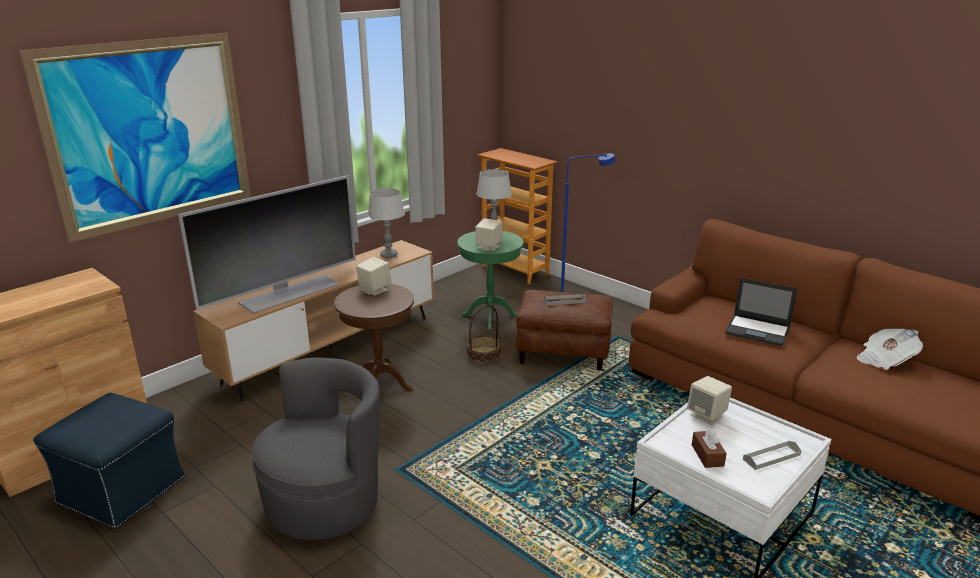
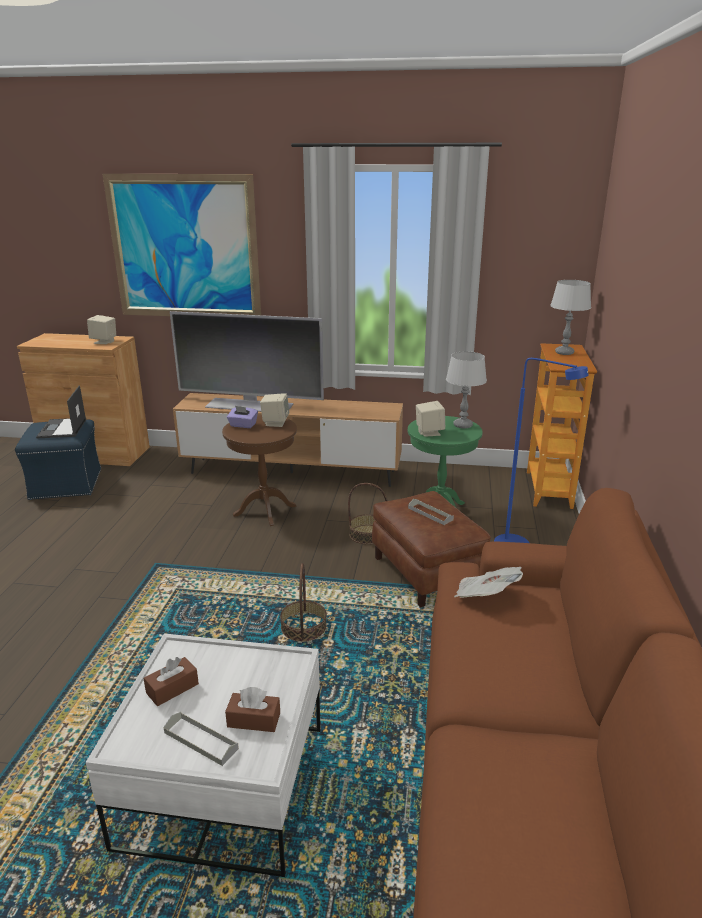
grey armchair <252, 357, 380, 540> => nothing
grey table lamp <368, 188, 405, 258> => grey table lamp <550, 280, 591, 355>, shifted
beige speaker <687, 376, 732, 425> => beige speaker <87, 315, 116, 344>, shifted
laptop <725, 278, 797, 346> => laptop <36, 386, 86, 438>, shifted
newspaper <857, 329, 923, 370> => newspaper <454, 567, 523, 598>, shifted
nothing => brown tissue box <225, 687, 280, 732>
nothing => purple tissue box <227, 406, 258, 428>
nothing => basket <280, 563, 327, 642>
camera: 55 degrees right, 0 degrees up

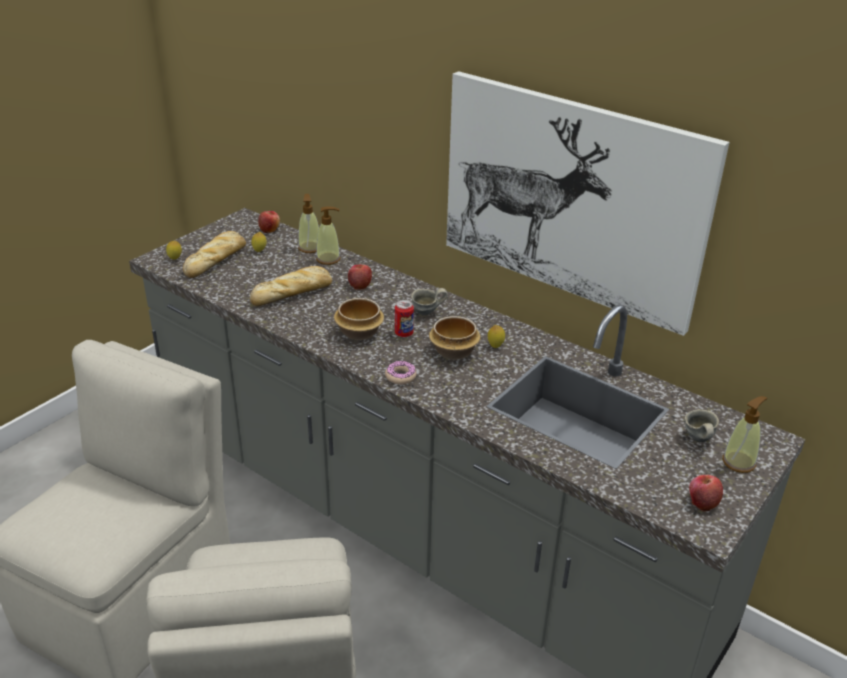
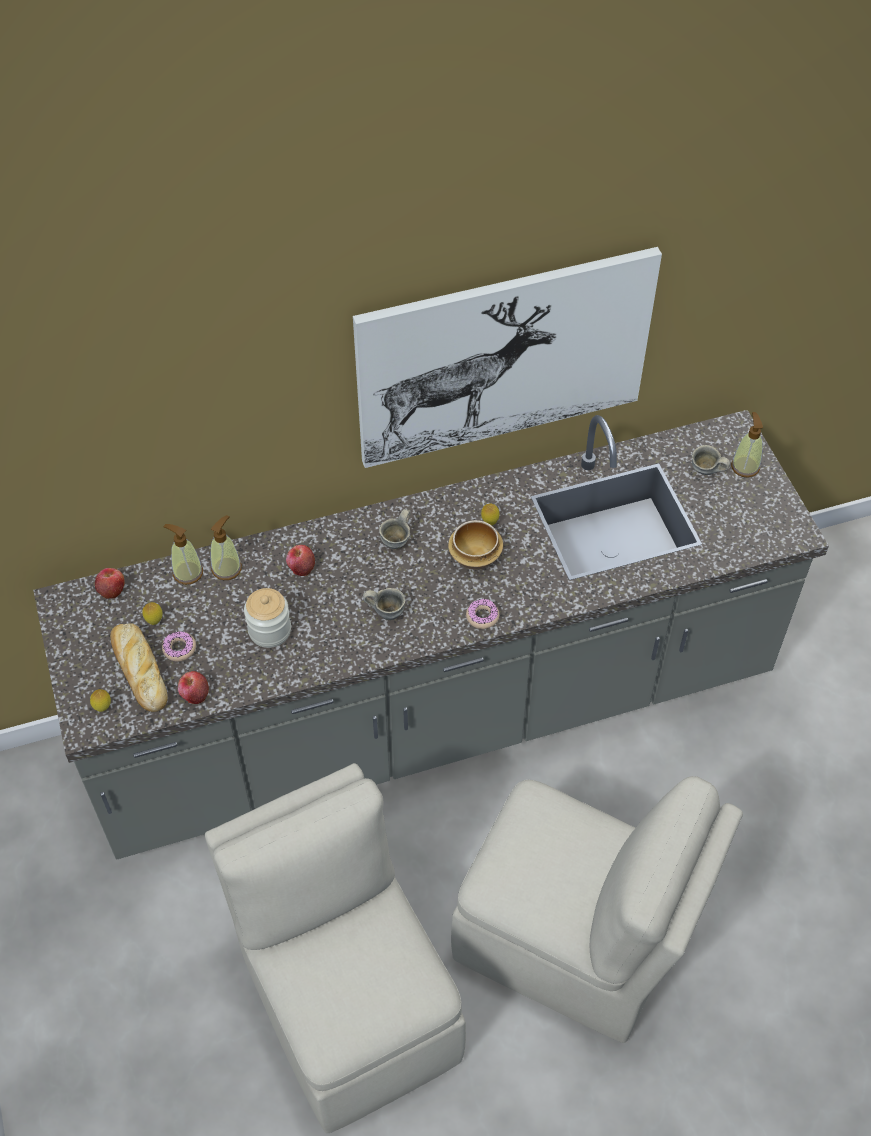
bread <250, 266, 332, 306> => jar <244, 588, 291, 648>
bowl <334, 298, 384, 340> => grey mug <363, 588, 405, 620>
can <395, 300, 414, 337> => nothing
apple <689, 475, 723, 511> => apple <178, 671, 209, 704>, shifted
nothing => donut <162, 631, 196, 662>
camera: 55 degrees left, 20 degrees up

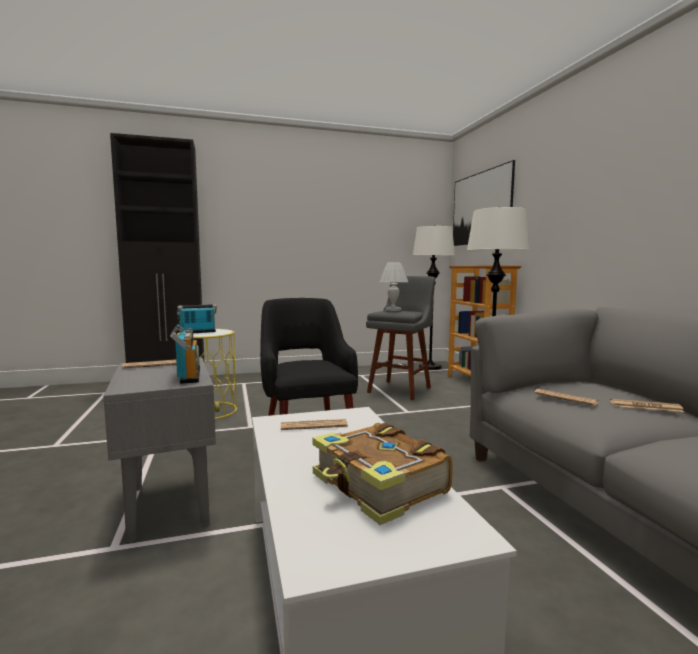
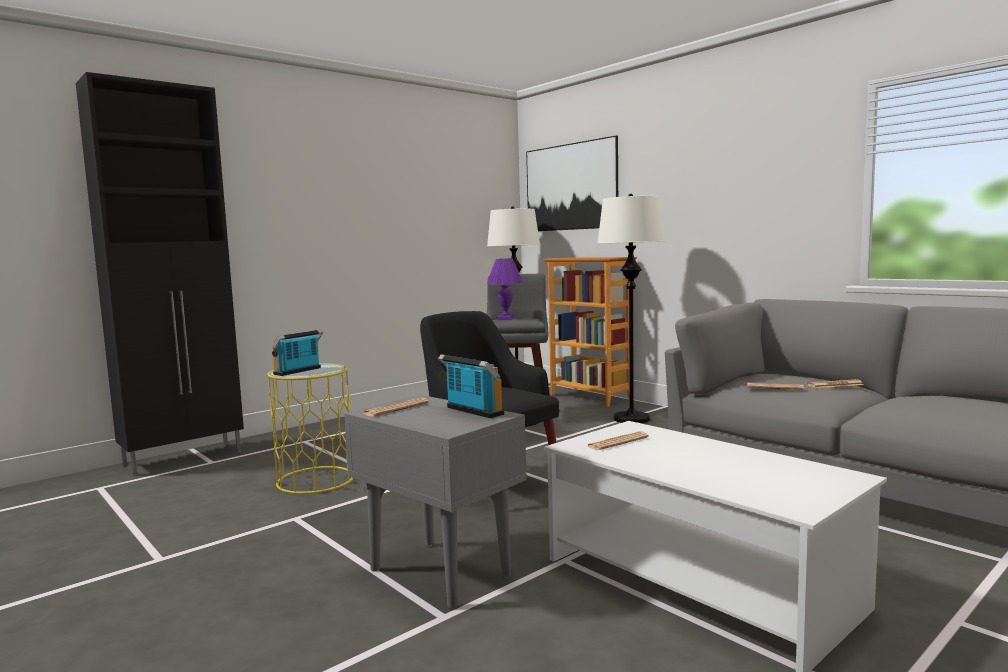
book <312, 423, 453, 525> => nothing
white table lamp <379, 262, 408, 311> => purple table lamp <487, 259, 523, 320>
camera: 25 degrees left, 0 degrees up

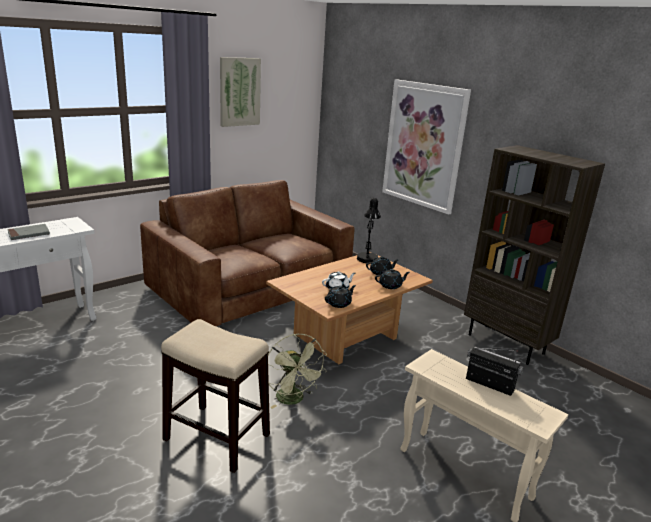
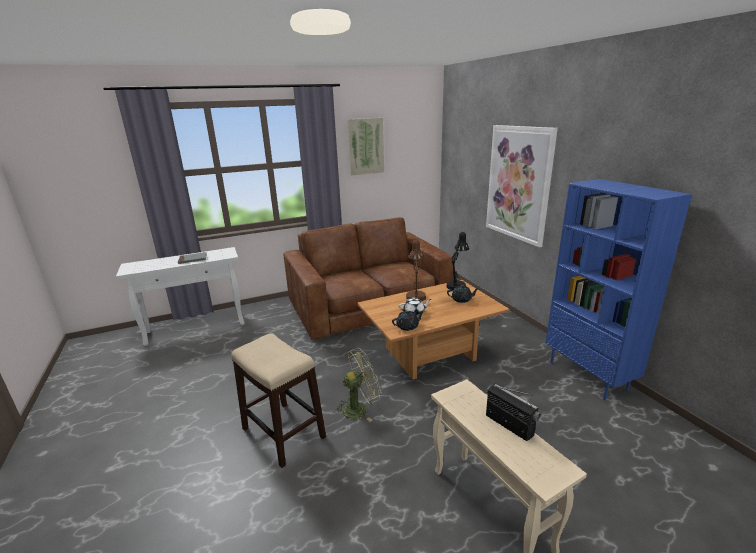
green fan <268, 334, 327, 409> => green fan <334, 348, 381, 422>, 105 degrees counterclockwise
black teapot <375, 269, 410, 289> => nothing
brown bookcase <464, 145, 605, 365> => blue bookcase <545, 179, 692, 400>
nothing => brown table lamp <406, 240, 426, 301>
camera: 20 degrees right, 0 degrees up

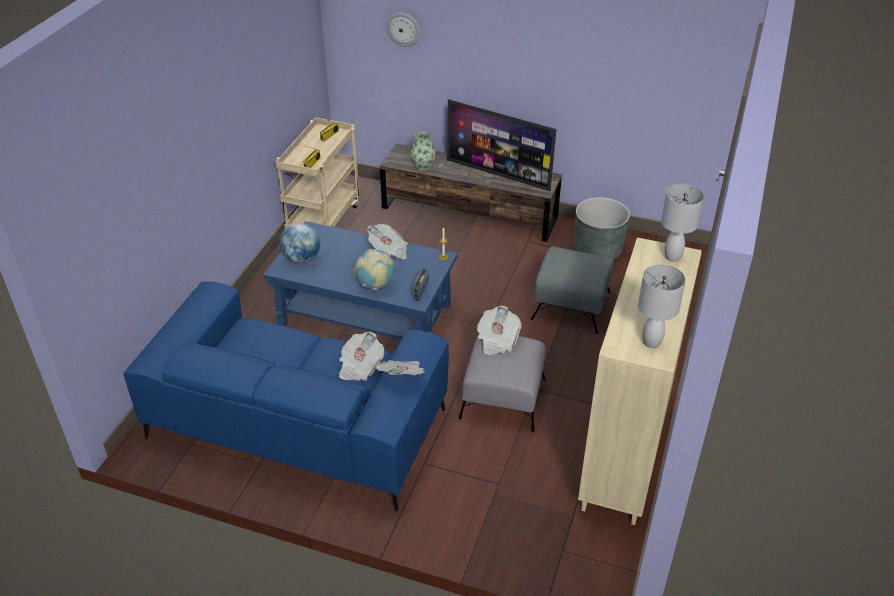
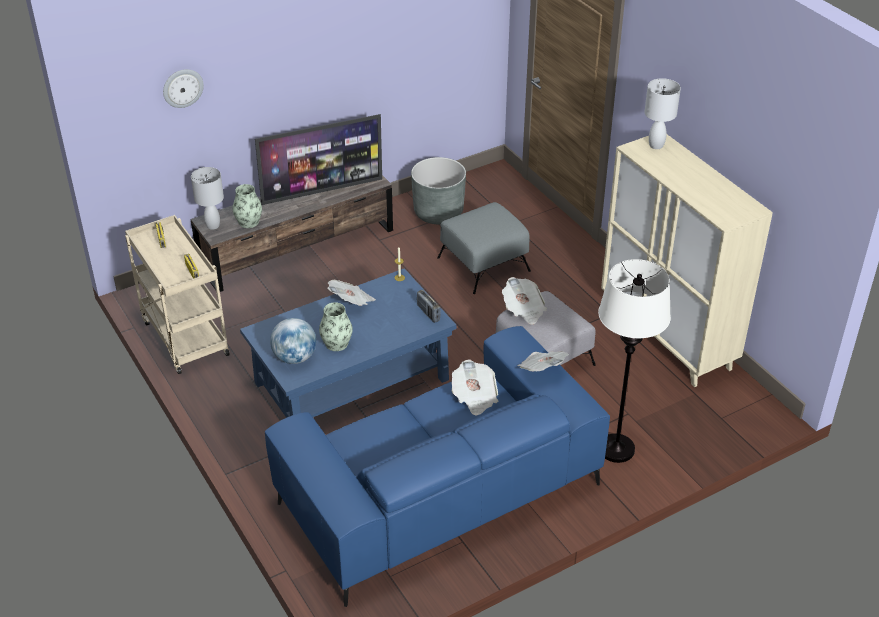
globe <353, 249, 395, 291> => nothing
white table lamp <638, 264, 686, 348> => white table lamp <191, 167, 224, 230>, shifted
nothing => vase <319, 302, 353, 351>
nothing => white floor lamp <598, 259, 671, 463>
camera: 50 degrees left, 0 degrees up

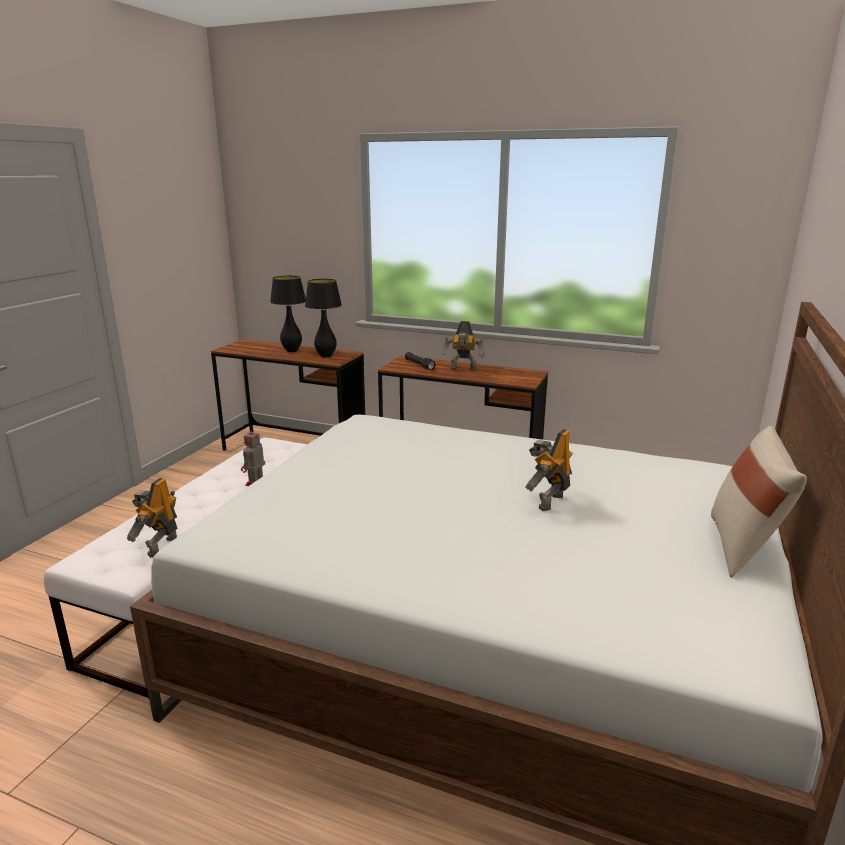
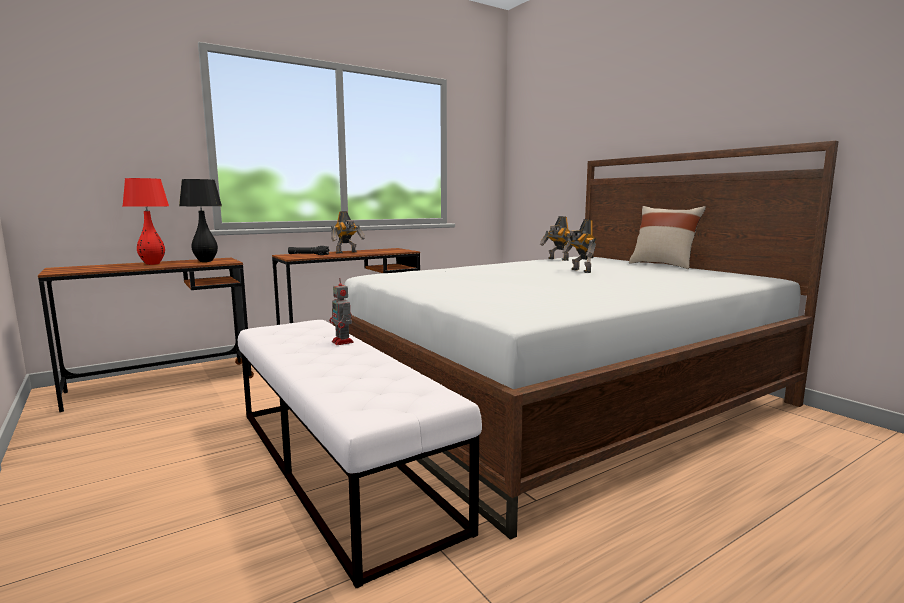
toy robot <127, 478, 178, 558> => toy robot <540, 216, 570, 261>, shifted
black table lamp <270, 276, 306, 352> => red table lamp <123, 178, 169, 265>
camera: 55 degrees left, 10 degrees down

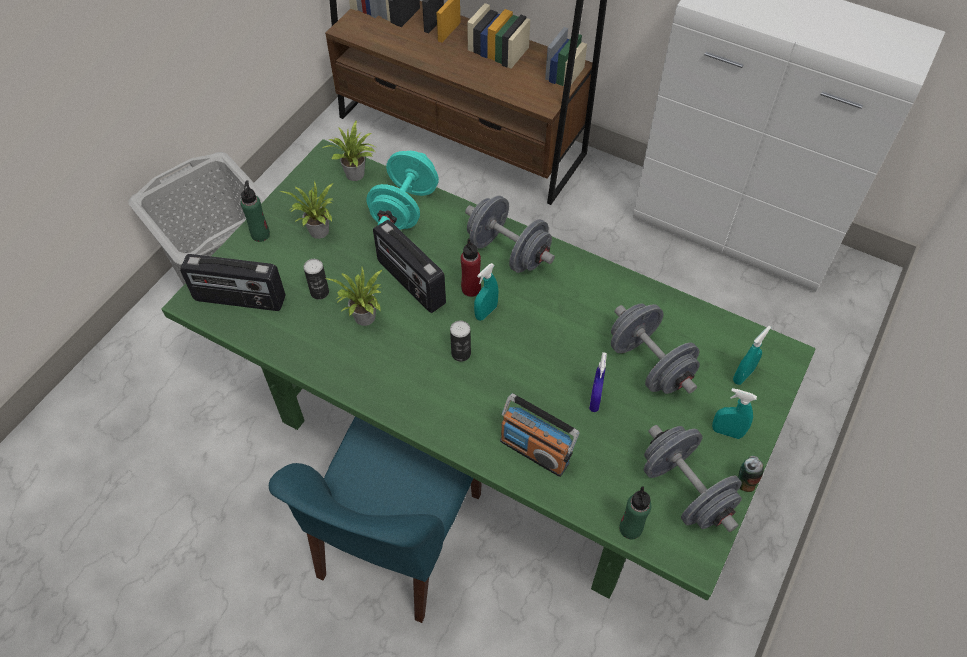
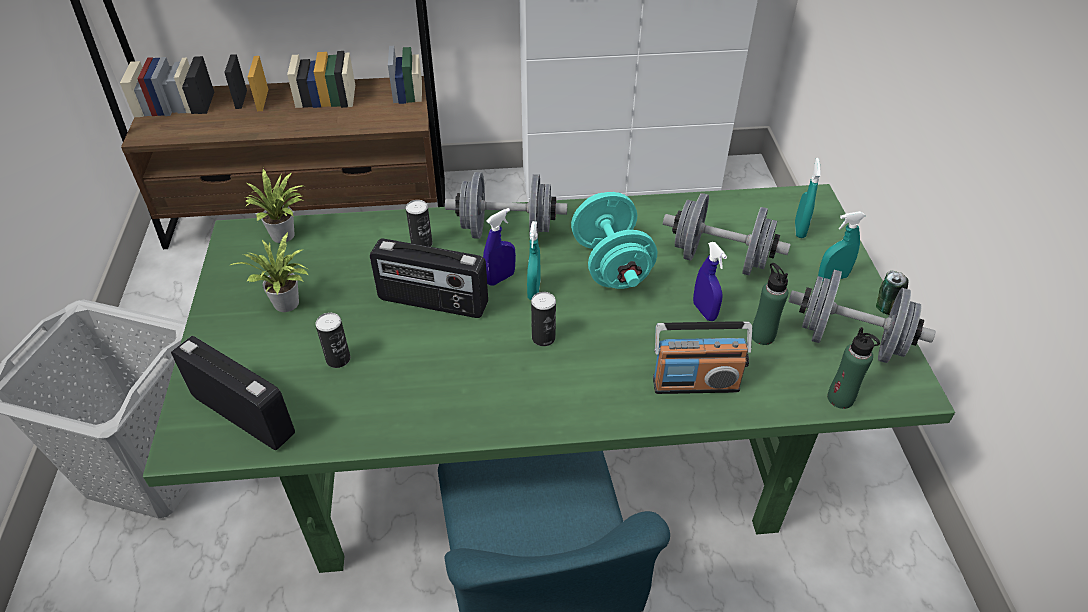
radio <180, 254, 286, 311> => radio <171, 336, 295, 450>, 120 degrees counterclockwise
green bottle <241, 180, 270, 242> => green bottle <752, 263, 788, 345>, shifted
potted plant <324, 267, 382, 326> => nothing
turquoise dumbbell <366, 151, 439, 230> => turquoise dumbbell <571, 192, 657, 289>, shifted
red bottle <461, 238, 481, 297> => blue spray bottle <483, 208, 516, 286>
nothing => can <406, 200, 432, 247>
camera: 35 degrees left, 10 degrees down

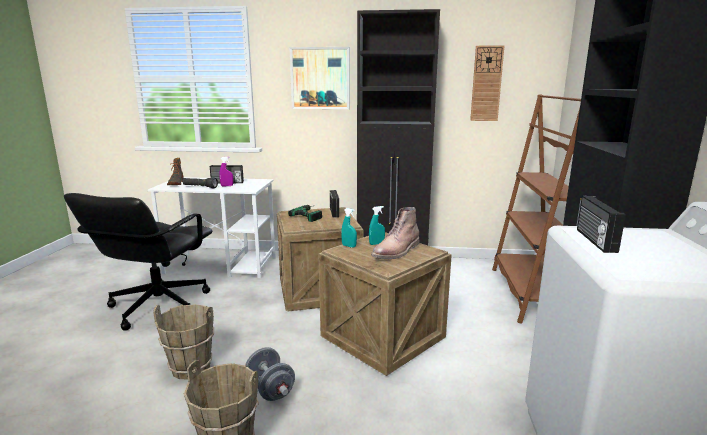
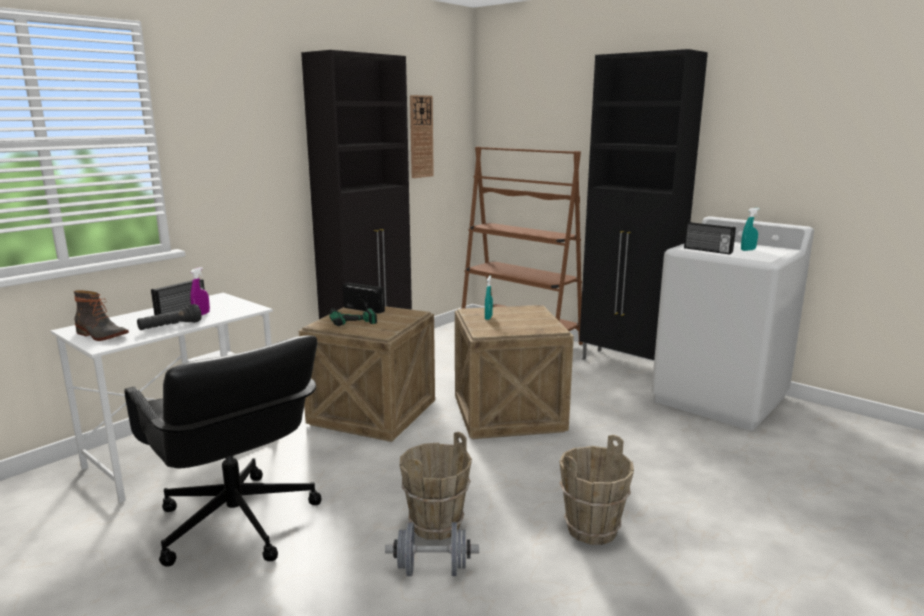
grey dumbbell <245, 347, 295, 401> => grey dumbbell <385, 522, 479, 576>, shifted
picture <289, 47, 350, 109> => nothing
turquoise spray bottle <341, 208, 357, 248> => turquoise spray bottle <741, 208, 760, 251>, shifted
brown boot <371, 207, 420, 259> => nothing
camera: 55 degrees left, 0 degrees up

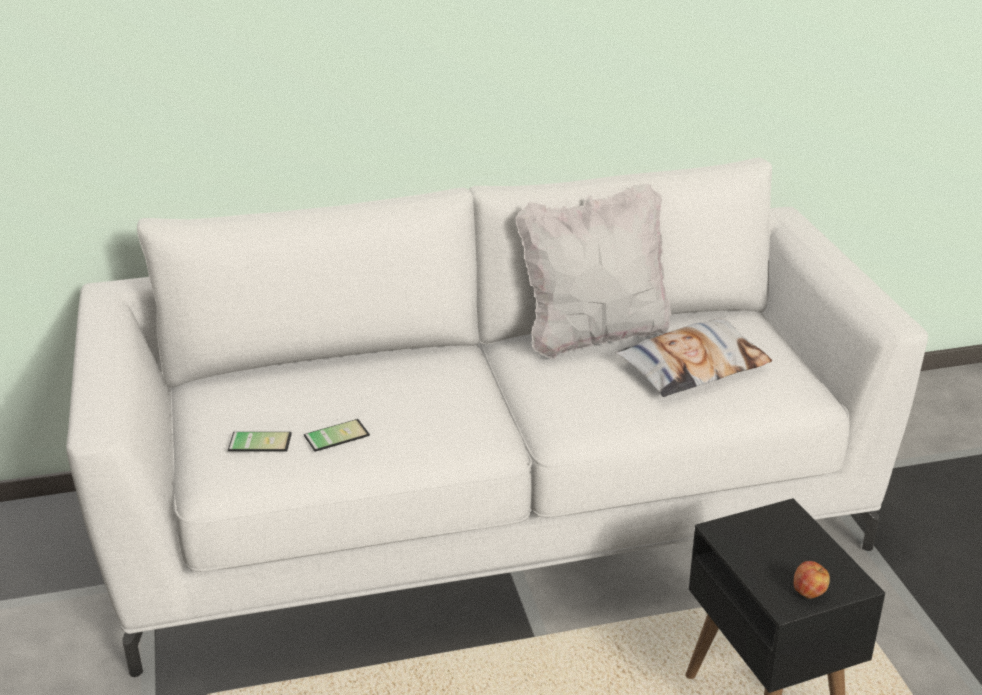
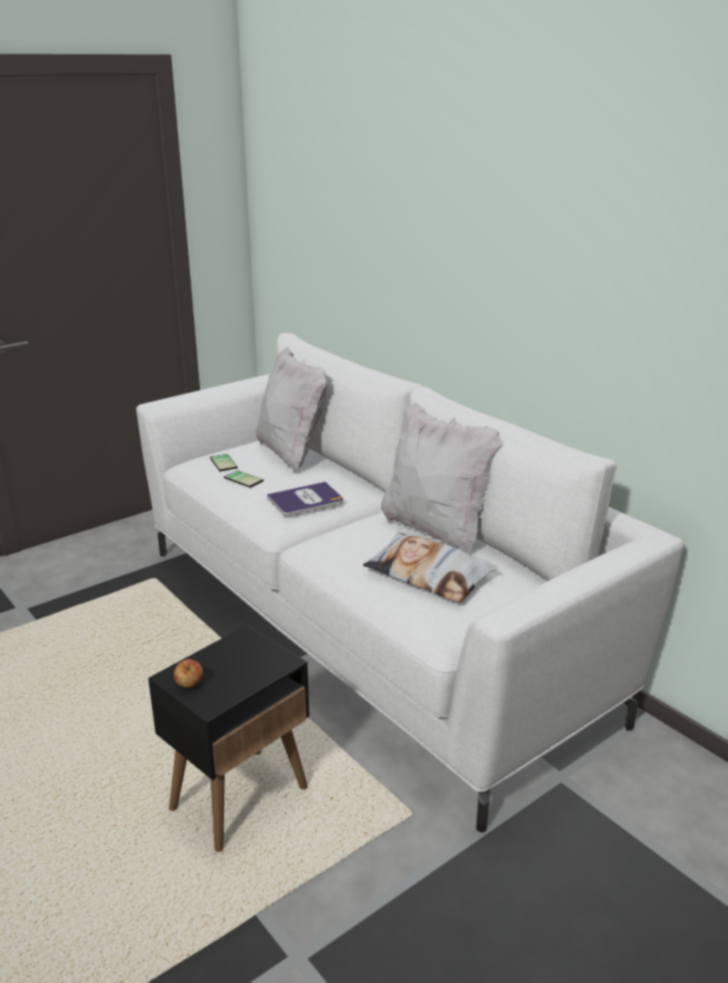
nothing => white pillow <256, 346, 328, 473>
nothing => book <267, 482, 343, 516>
camera: 65 degrees right, 5 degrees down

